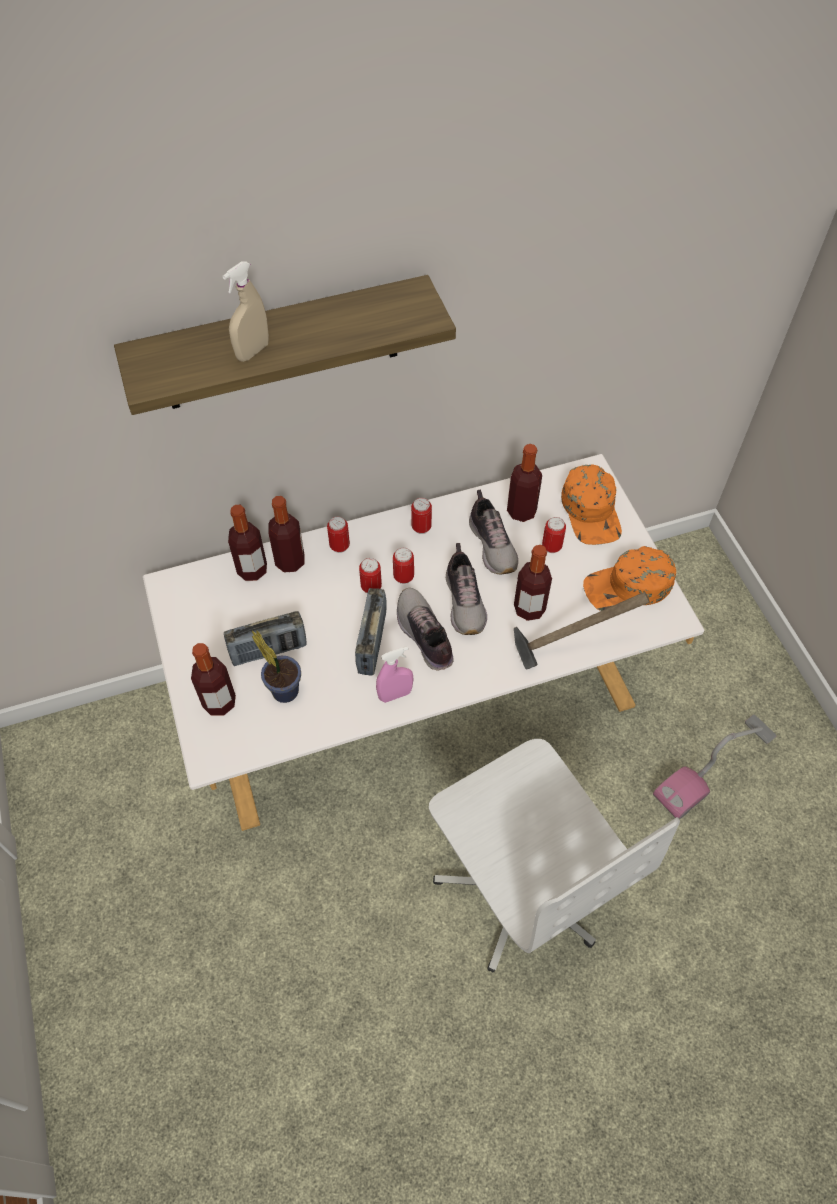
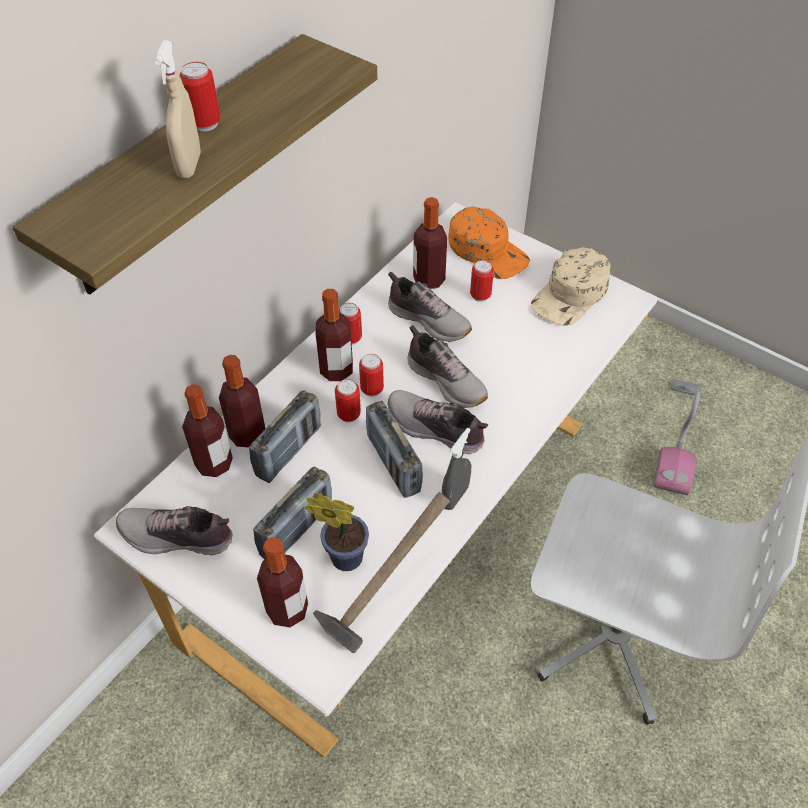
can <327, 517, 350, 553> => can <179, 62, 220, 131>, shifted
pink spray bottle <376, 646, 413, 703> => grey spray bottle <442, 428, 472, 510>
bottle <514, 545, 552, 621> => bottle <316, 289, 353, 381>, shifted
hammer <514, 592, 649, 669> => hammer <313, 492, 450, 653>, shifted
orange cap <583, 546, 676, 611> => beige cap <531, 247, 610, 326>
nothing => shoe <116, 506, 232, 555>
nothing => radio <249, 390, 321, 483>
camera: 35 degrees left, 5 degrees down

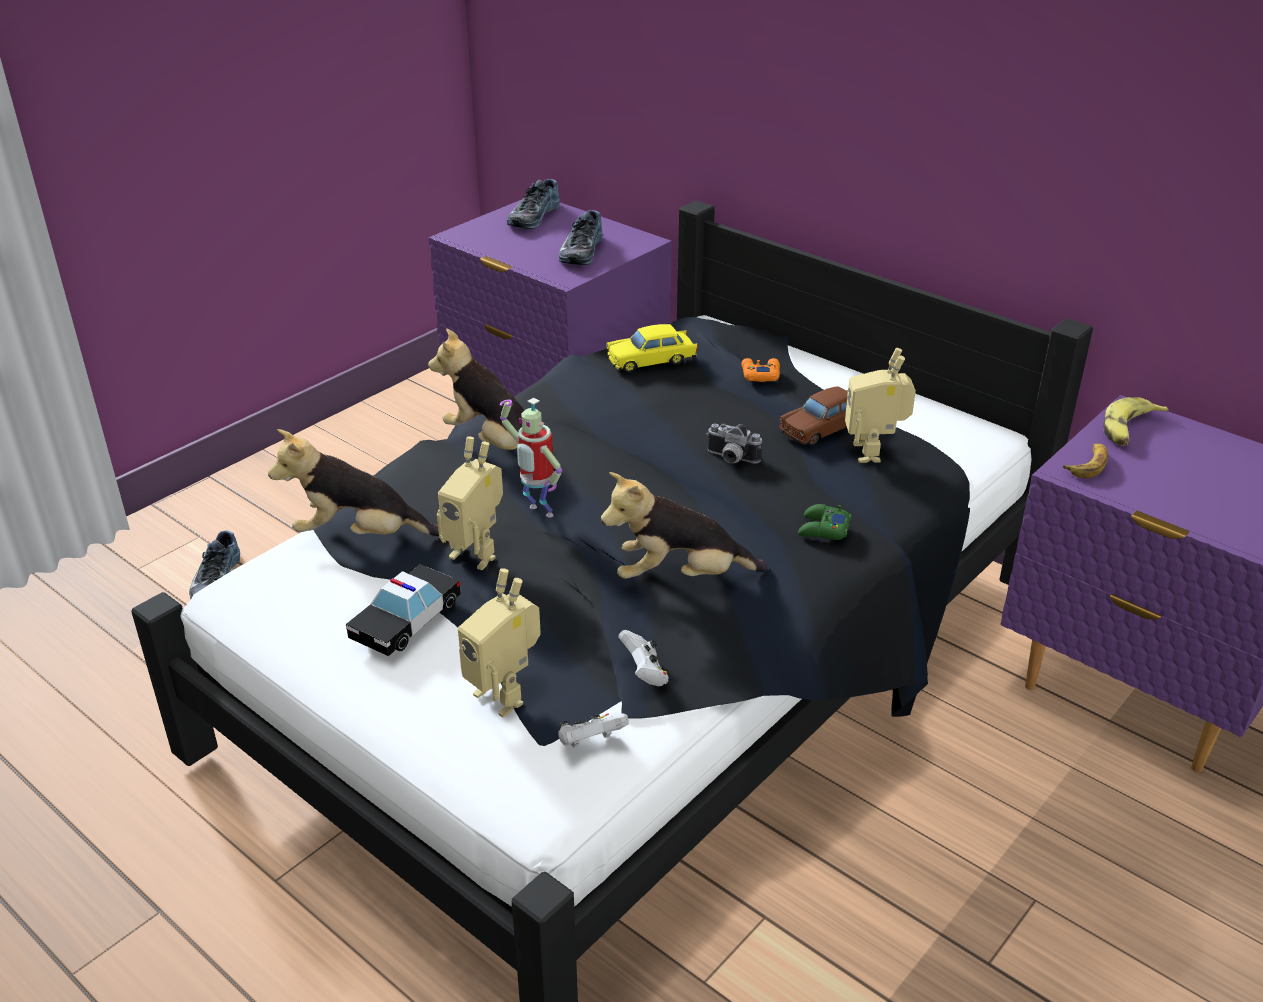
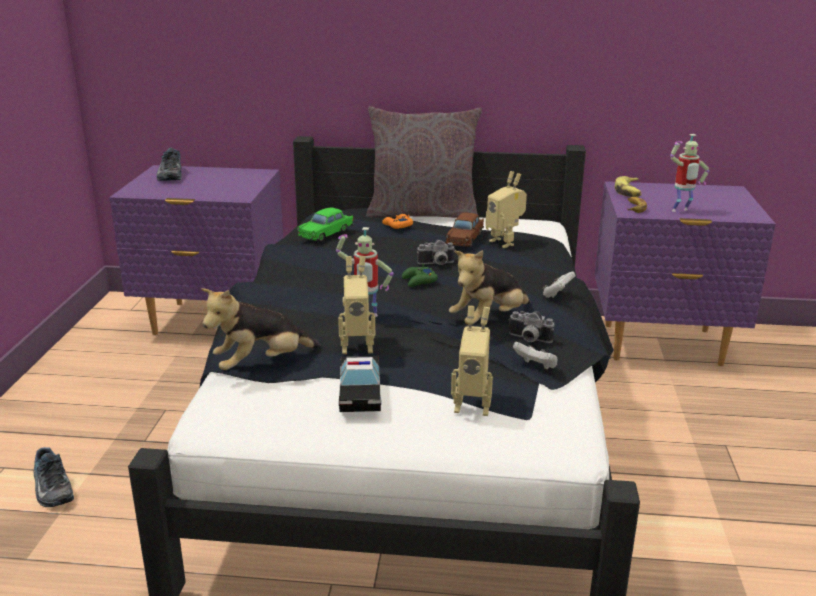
plush toy <428, 329, 556, 470> => nothing
white game controller <558, 712, 629, 748> => white game controller <543, 271, 575, 298>, shifted
shoe <559, 210, 603, 265> => nothing
yellow toy car <606, 324, 698, 372> => green toy car <297, 208, 353, 242>
green game controller <798, 504, 851, 540> => green game controller <402, 264, 438, 287>, shifted
nothing => grey pillow <366, 106, 482, 218>
nothing => photo camera <509, 311, 555, 343>
nothing => toy robot <670, 134, 709, 212>
camera: 35 degrees left, 10 degrees down

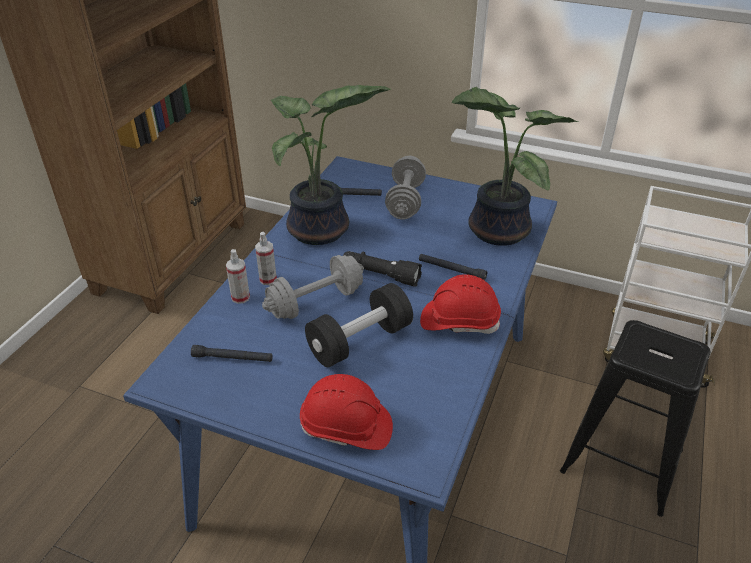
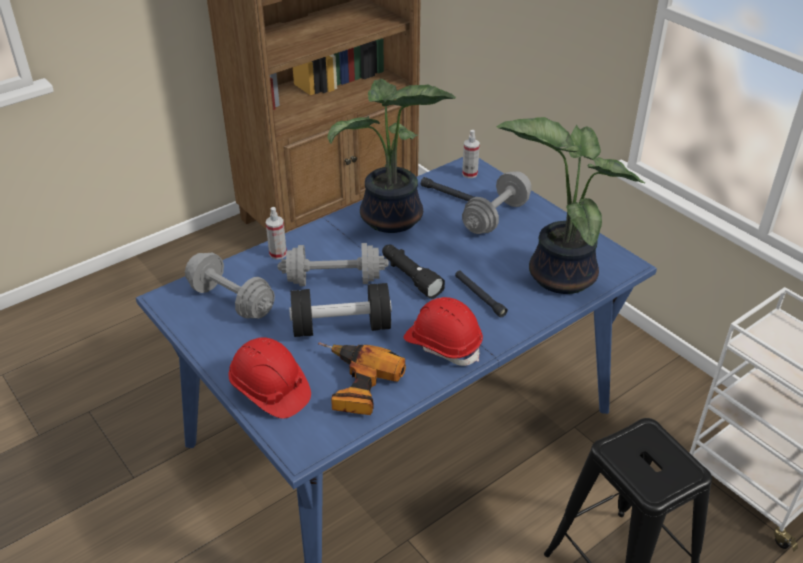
black flashlight <191, 345, 273, 362> => grey dumbbell <185, 253, 275, 319>
spray bottle <255, 232, 277, 285> => spray bottle <462, 130, 480, 178>, shifted
nothing => power drill <318, 342, 406, 415>
camera: 30 degrees right, 0 degrees up

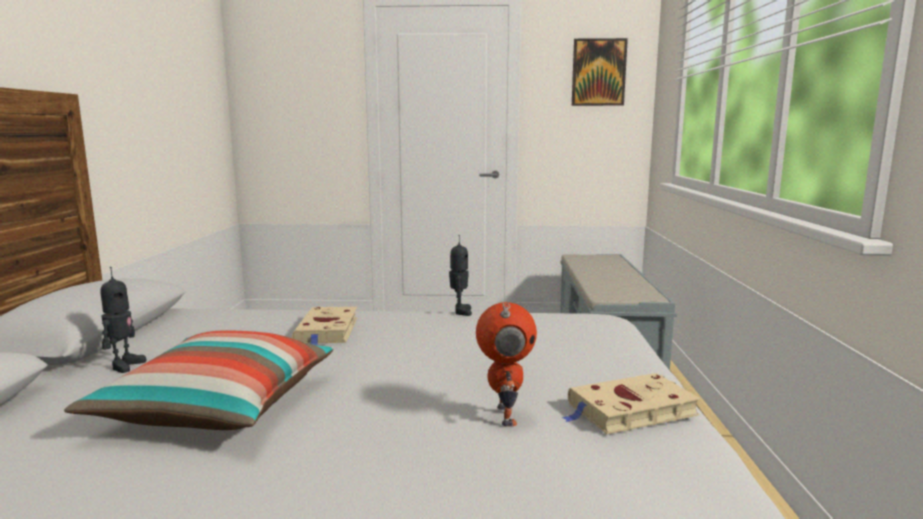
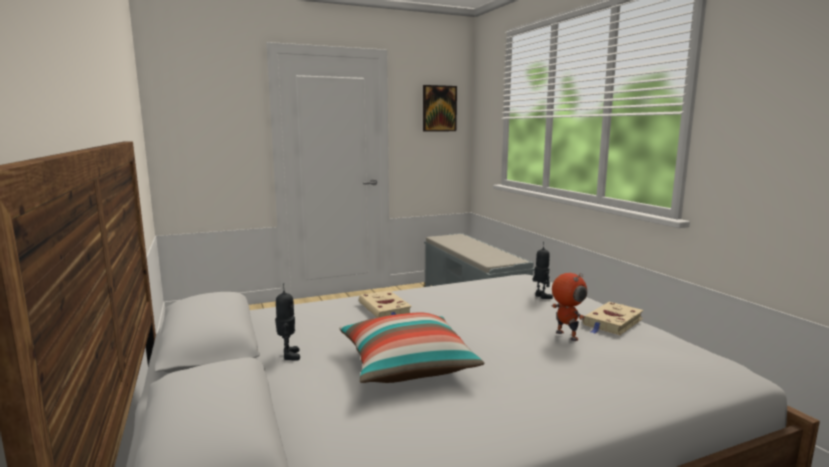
toy robot <449, 235, 472, 316> => toy robot <533, 242, 553, 299>, shifted
camera: 25 degrees left, 0 degrees up

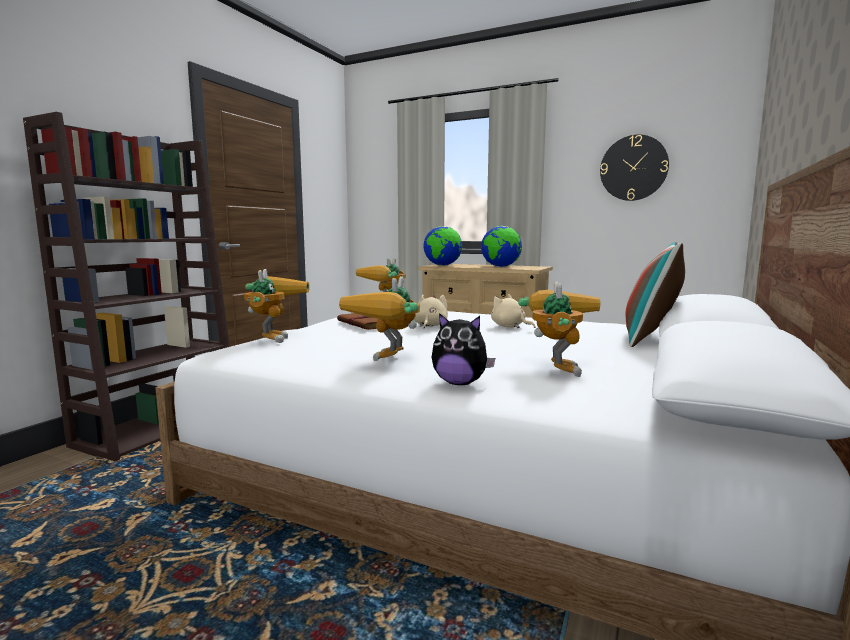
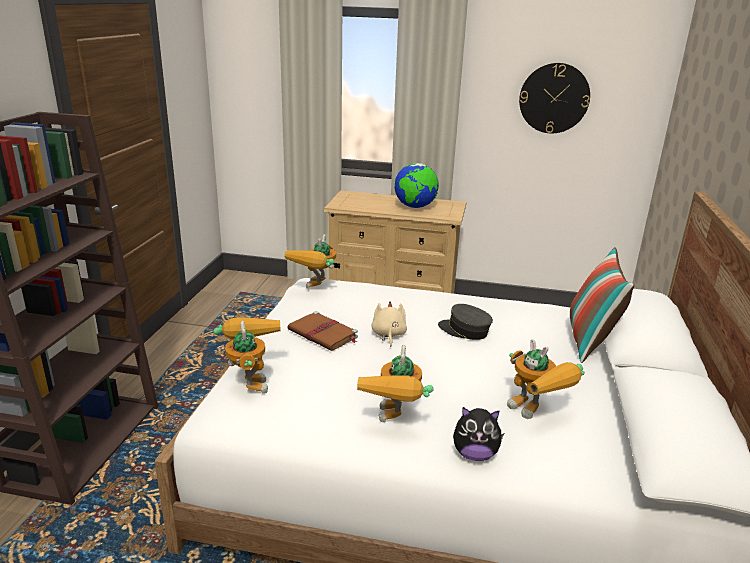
globe <423, 226, 462, 266> => nothing
beige plush toy <491, 294, 535, 328> => grey cap <438, 304, 493, 340>
toy robot <518, 281, 600, 377> => toy robot <507, 339, 585, 419>, 150 degrees clockwise
camera: 15 degrees left, 15 degrees up

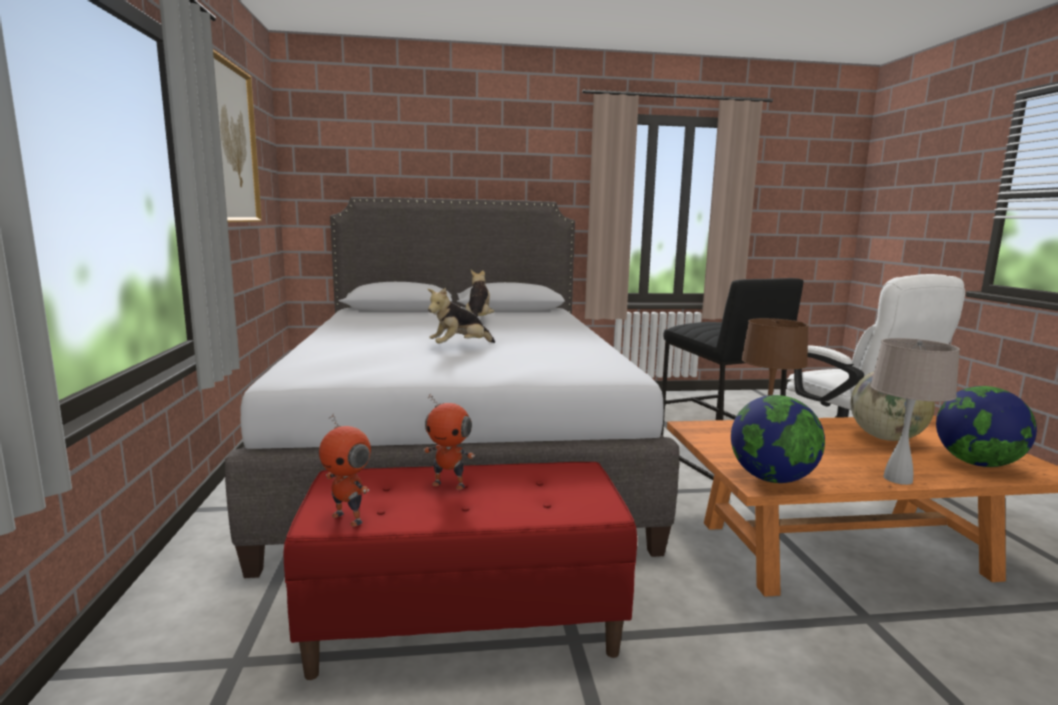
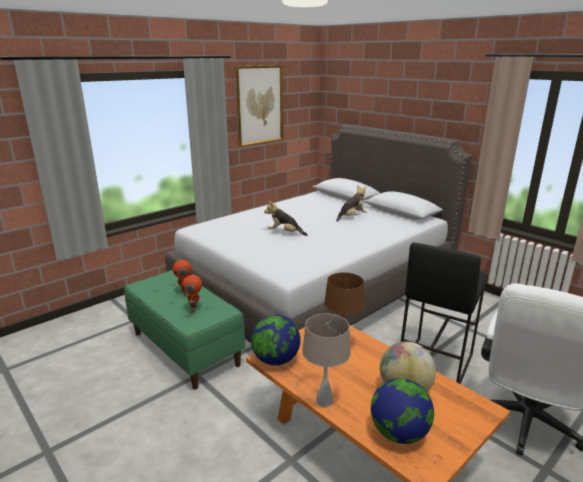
red bench <284, 462, 637, 680> => green bench <124, 270, 245, 390>
toy robot <319, 413, 371, 527> => toy robot <182, 271, 202, 314>, shifted
camera: 55 degrees right, 10 degrees up

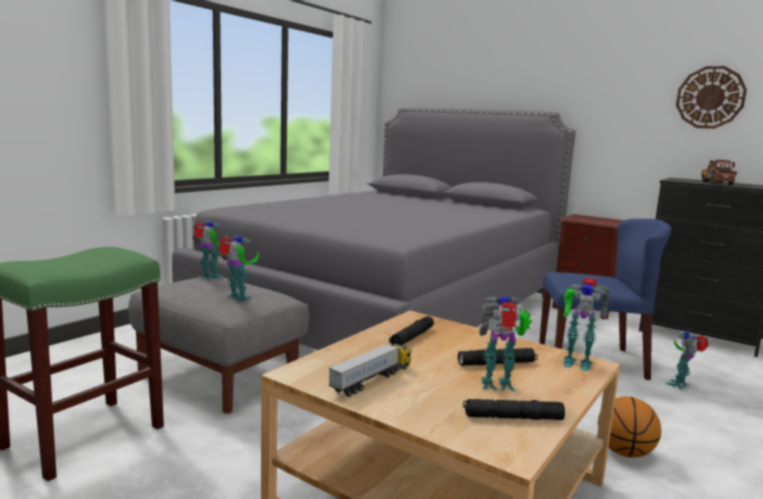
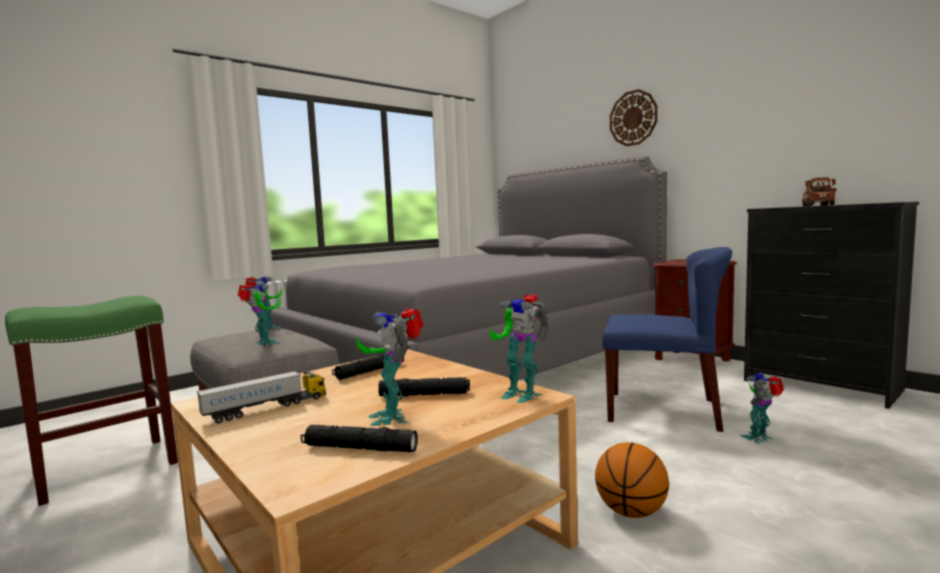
toy robot <479, 296, 532, 391> => toy robot <356, 308, 424, 426>, 120 degrees counterclockwise
wall clock <676, 66, 747, 129> => wall clock <610, 89, 658, 146>, shifted
camera: 15 degrees right, 5 degrees down

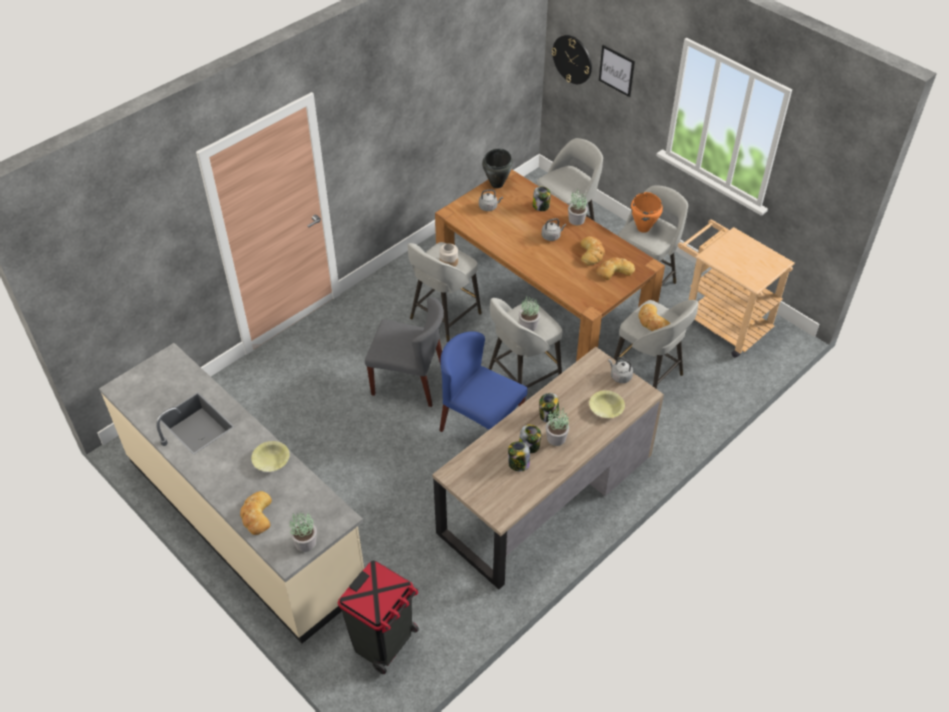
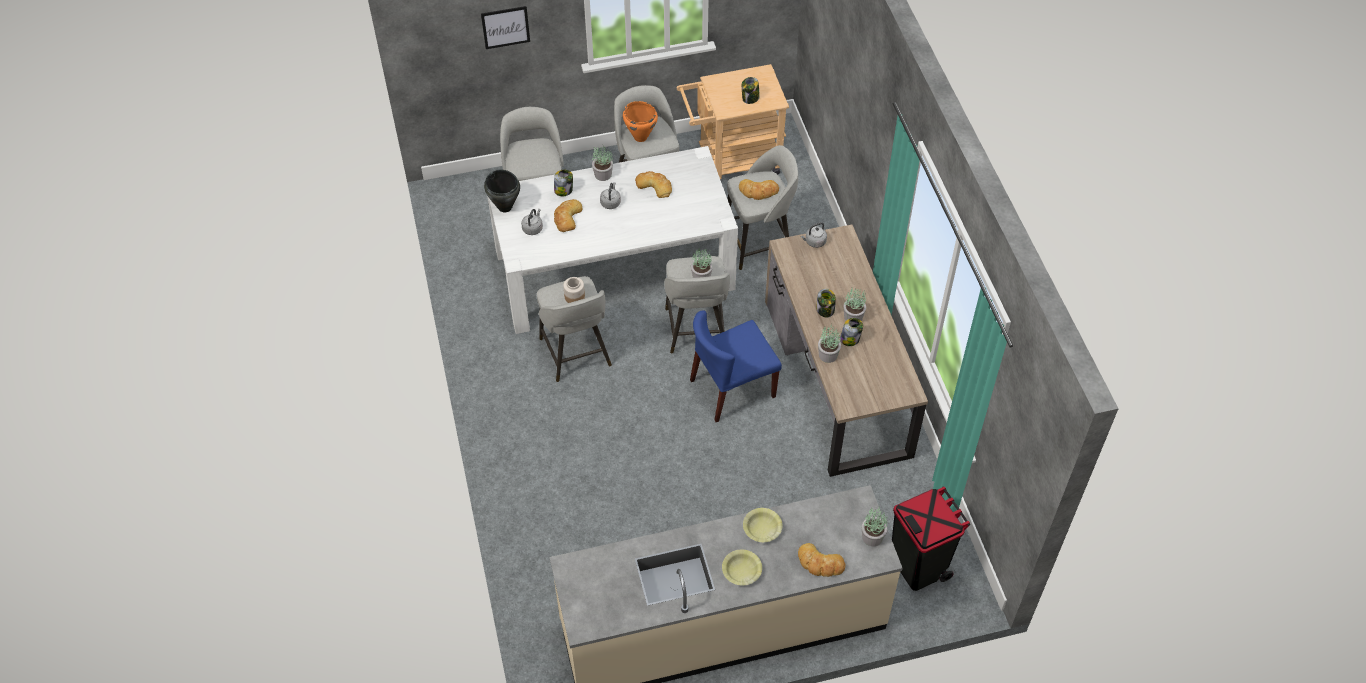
grey chair <365, 298, 444, 407> => nothing
brown dining table <435, 170, 665, 362> => white dining table <487, 146, 738, 334>
jar <508, 442, 530, 471> => jar <742, 77, 760, 104>, shifted
wall clock <552, 35, 592, 84> => nothing
yellow bowl <589, 390, 625, 418> => yellow bowl <722, 549, 762, 585>, shifted
bread <596, 257, 635, 280> => bread <554, 199, 583, 232>, shifted
nothing => potted plant <818, 324, 841, 363>
camera: 60 degrees left, 5 degrees up

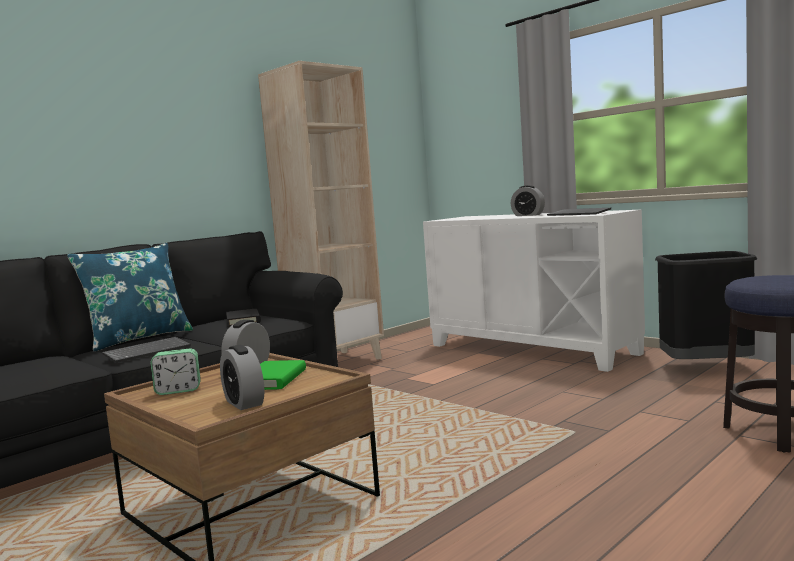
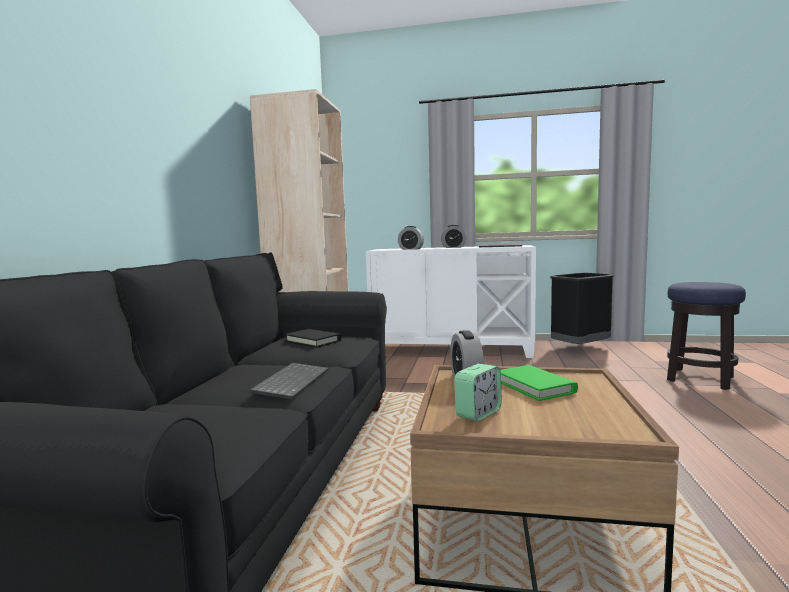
blue pillow <67, 243, 193, 352> => nothing
alarm clock <220, 345, 264, 410> => alarm clock <398, 226, 424, 250>, shifted
camera: 35 degrees left, 0 degrees up

